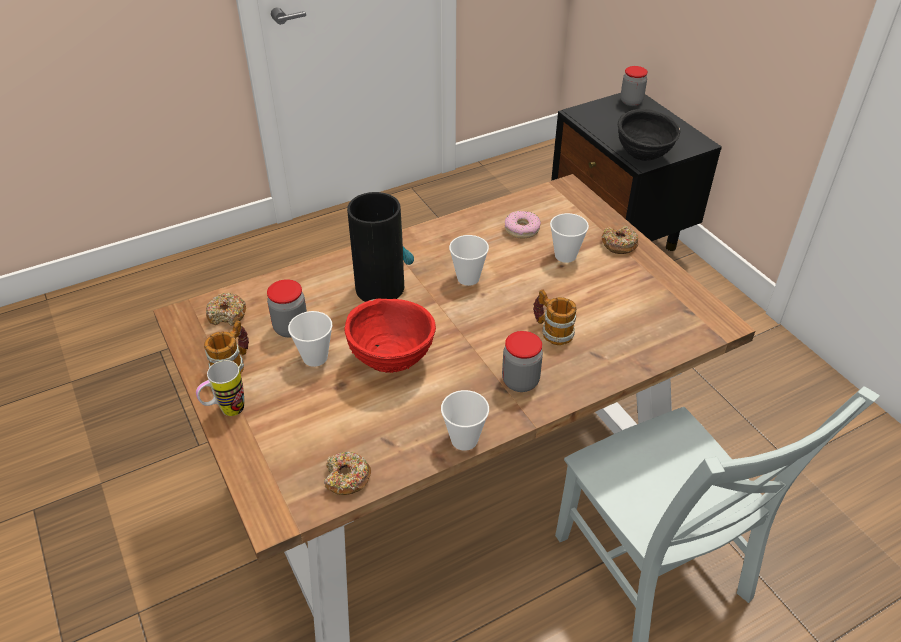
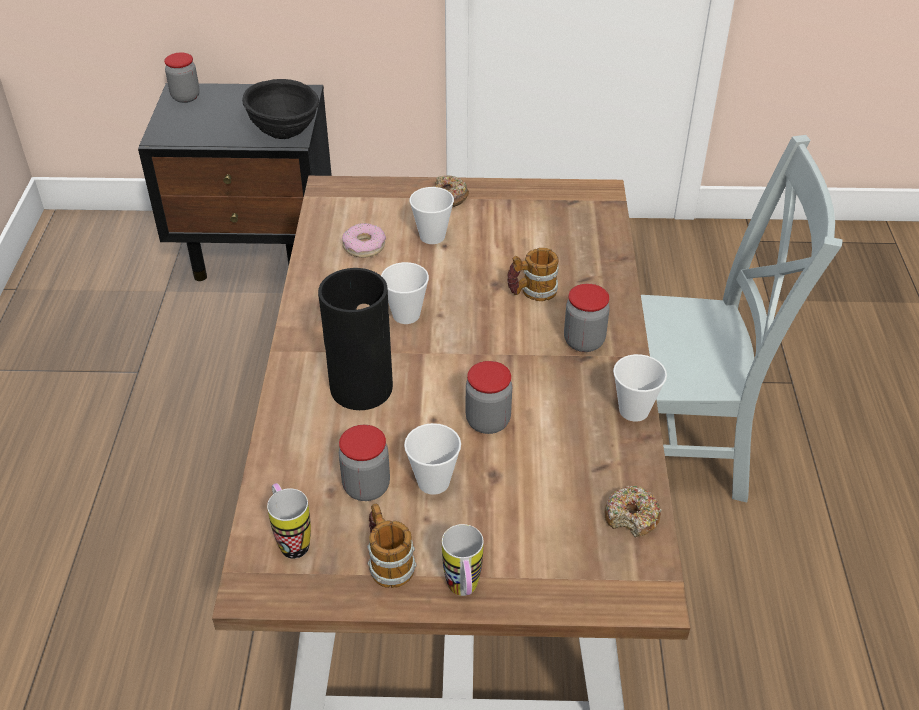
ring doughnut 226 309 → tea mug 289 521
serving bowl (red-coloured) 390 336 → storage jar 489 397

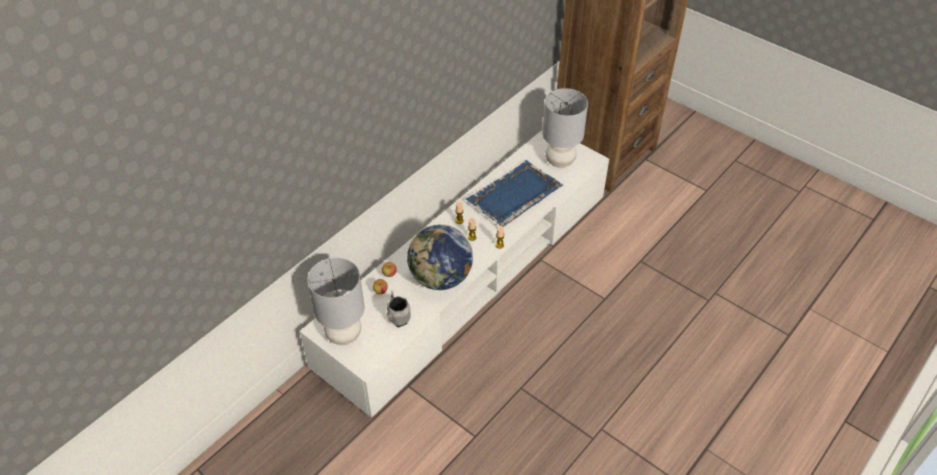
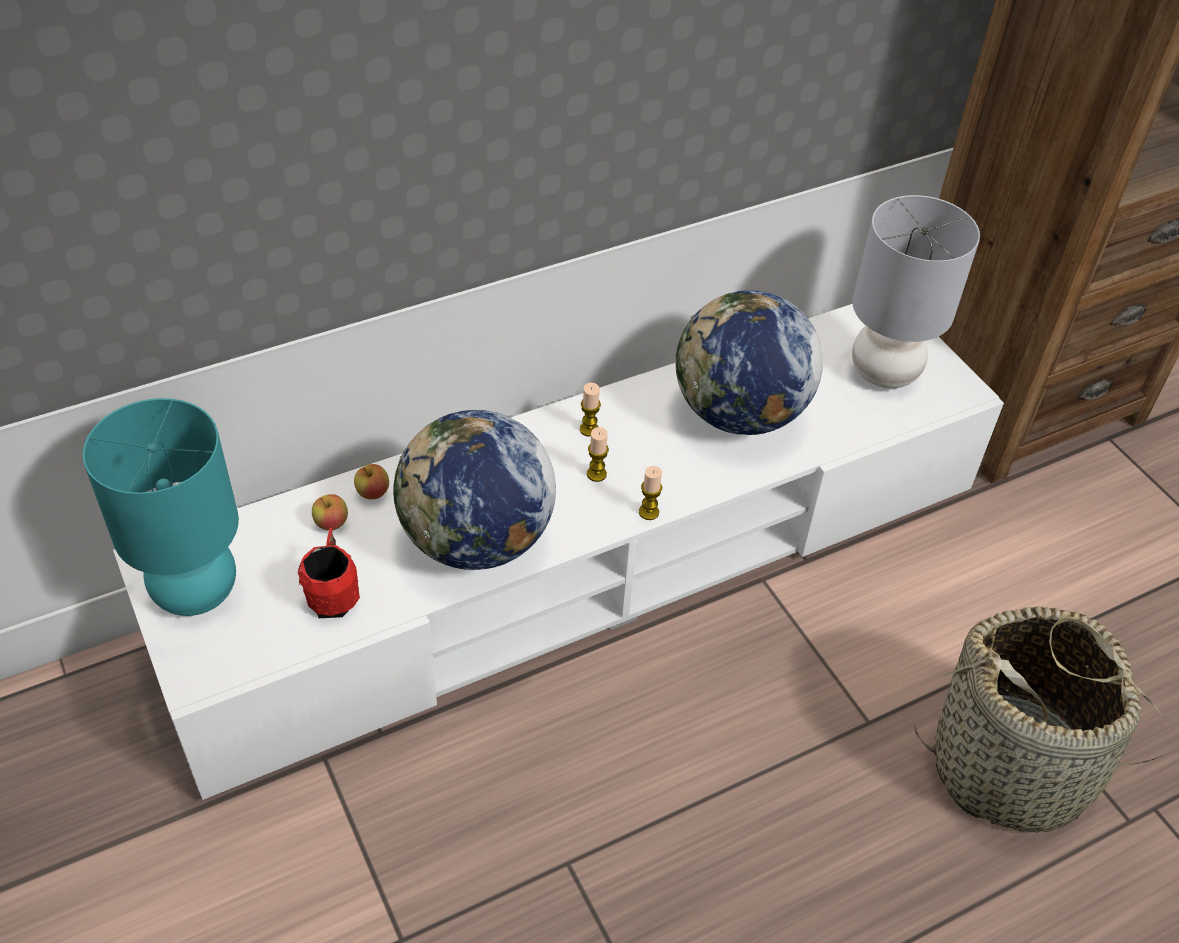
tabletop lamp (greyish) 336 301 → tabletop lamp (turquoise) 161 507
tea mug (greyish) 399 309 → tea mug (red-coloured) 329 573
carrying tray (blue) 514 193 → desk globe 749 362
- → basket 1043 719

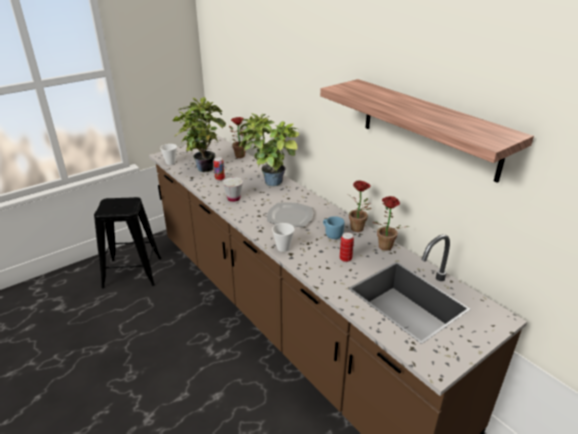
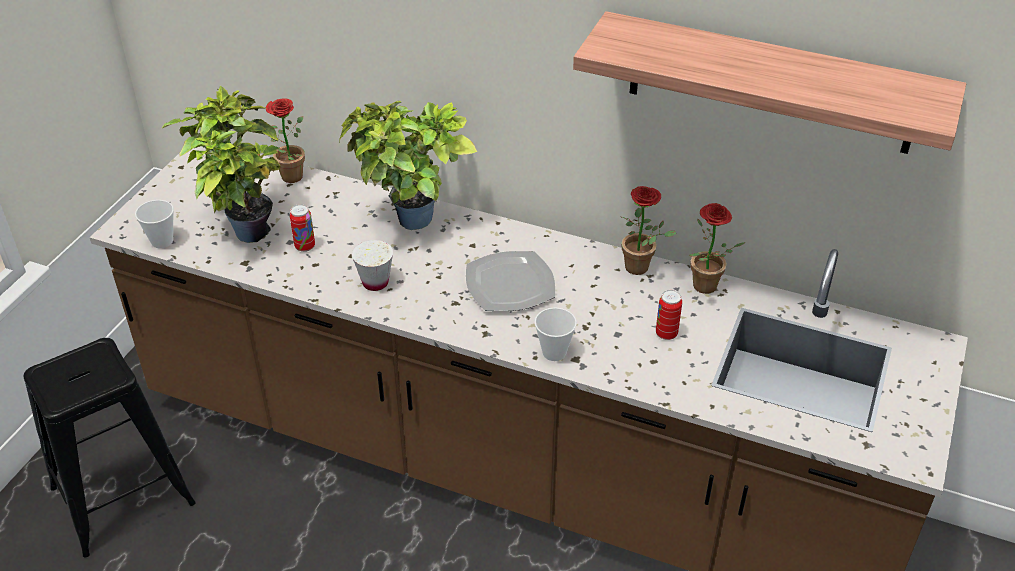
tea mug (blue) 334 227 → -

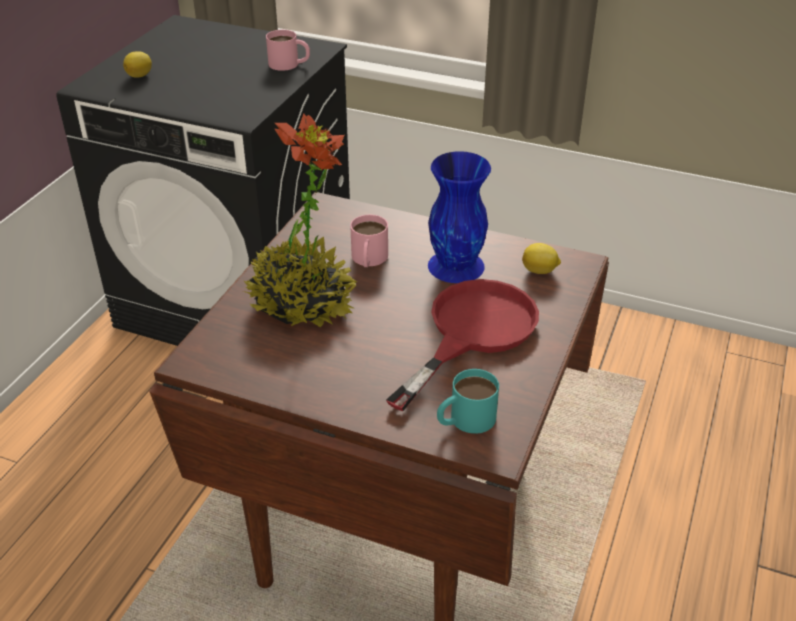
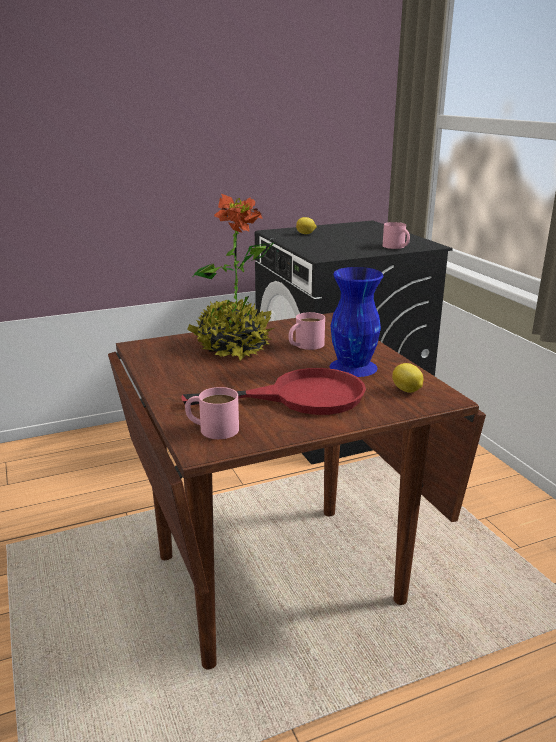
tea mug (turquoise) 468 401 → tea mug (pinkish) 212 413

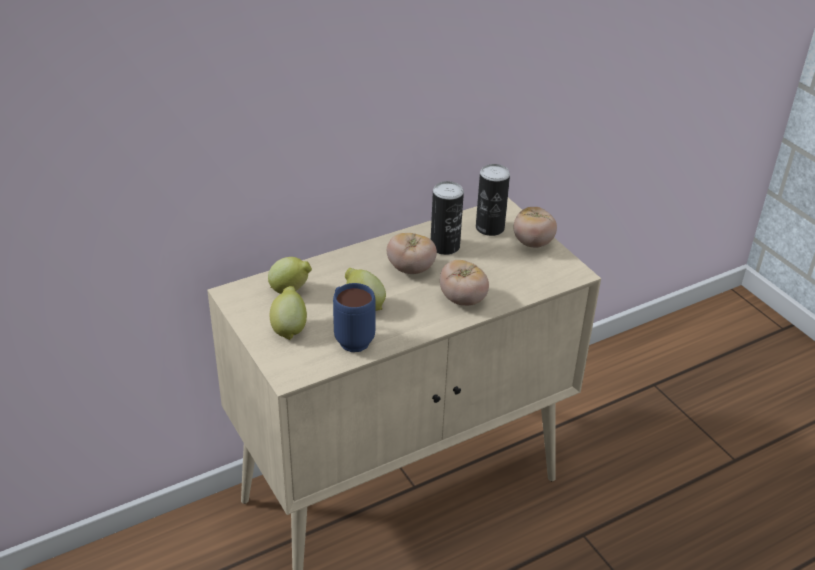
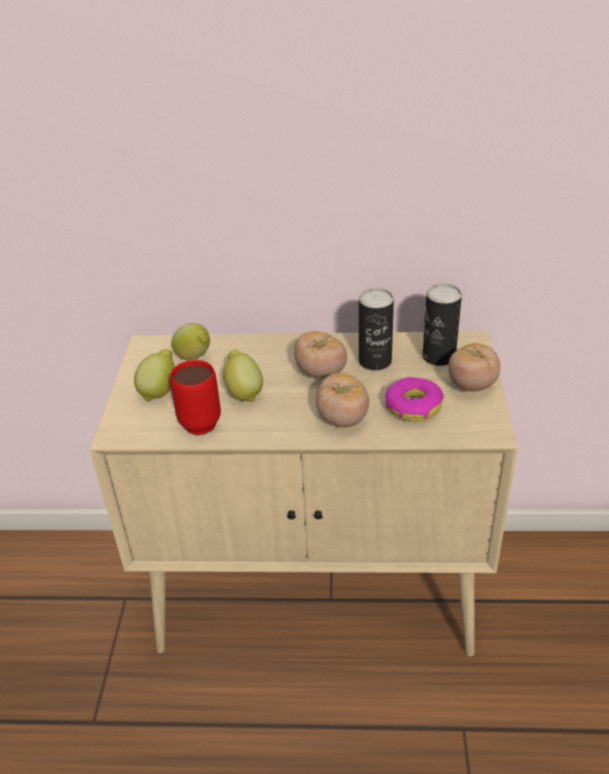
tea mug (blue) 354 317 → tea mug (red-coloured) 195 397
- → ring doughnut 414 399

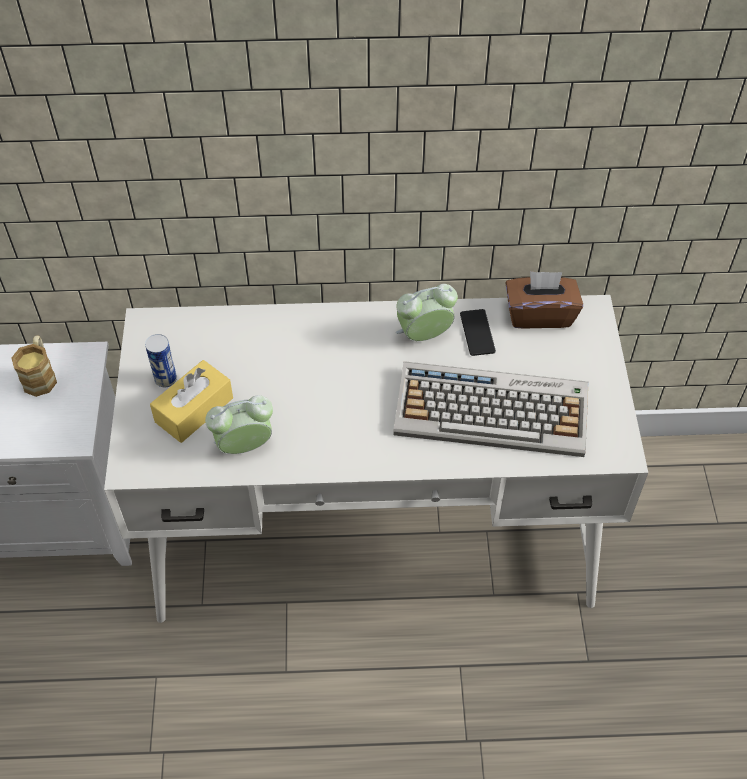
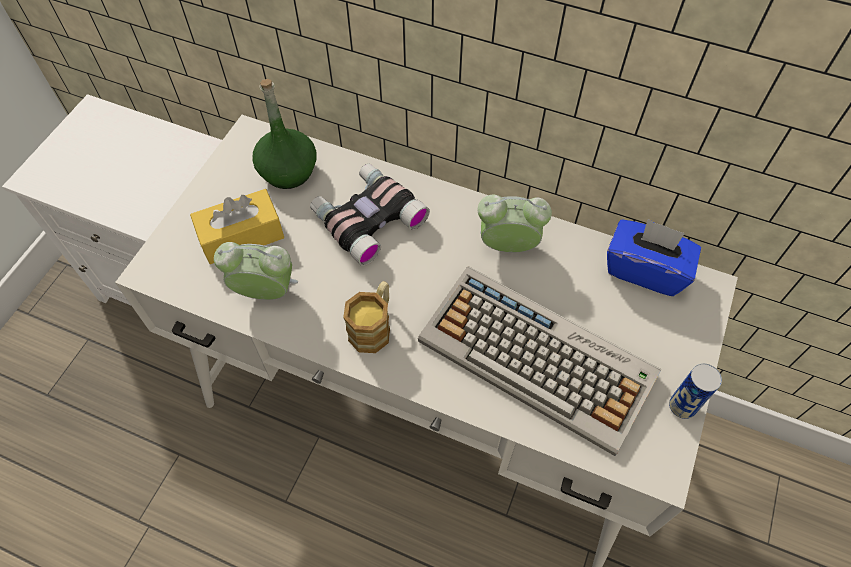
tea mug 34 366 → tea mug 366 317, shifted
sealed can 161 360 → sealed can 695 391, shifted
handset 478 332 → -
box of tissues (brownish) 544 300 → box of tissues (blue) 654 257
- → drink bottle (greenish) 284 134
- → field glasses 370 214

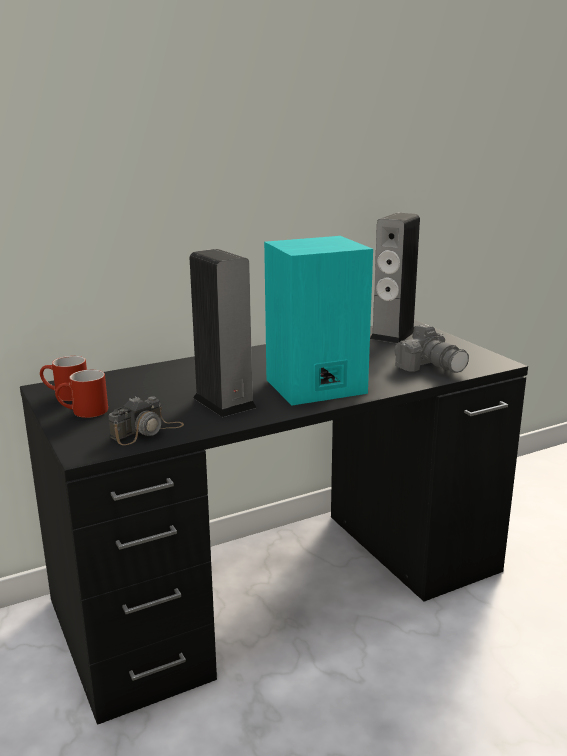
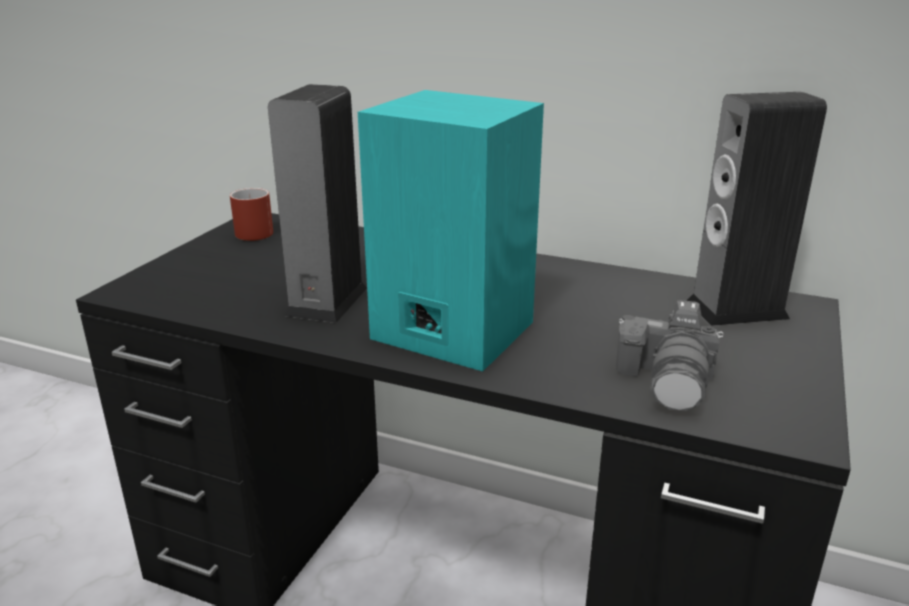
tea mug (red-coloured) 81 394 → -
photo camera 146 420 → -

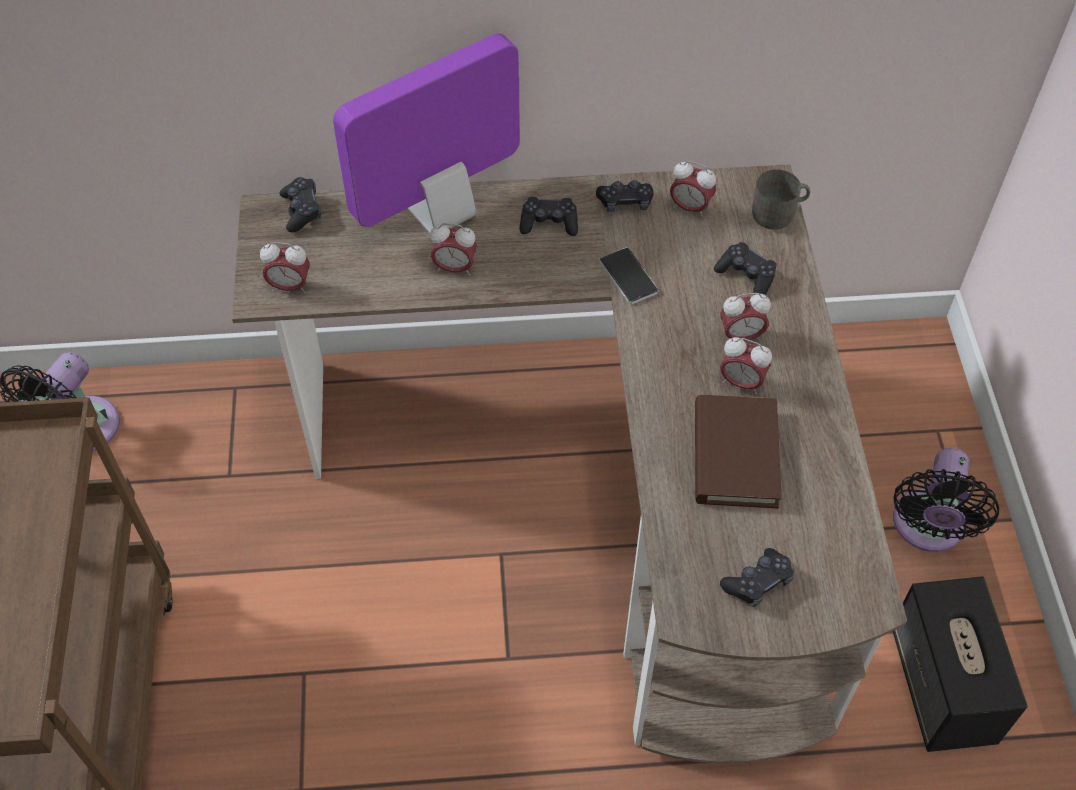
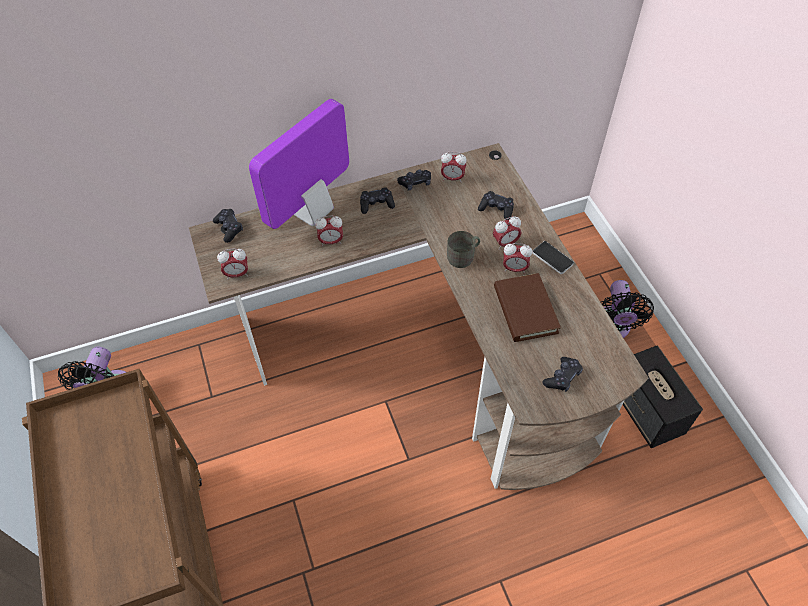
handset 629 275 → handset 553 257, shifted
tea mug (greyish) 781 199 → tea mug (greyish) 463 249, shifted

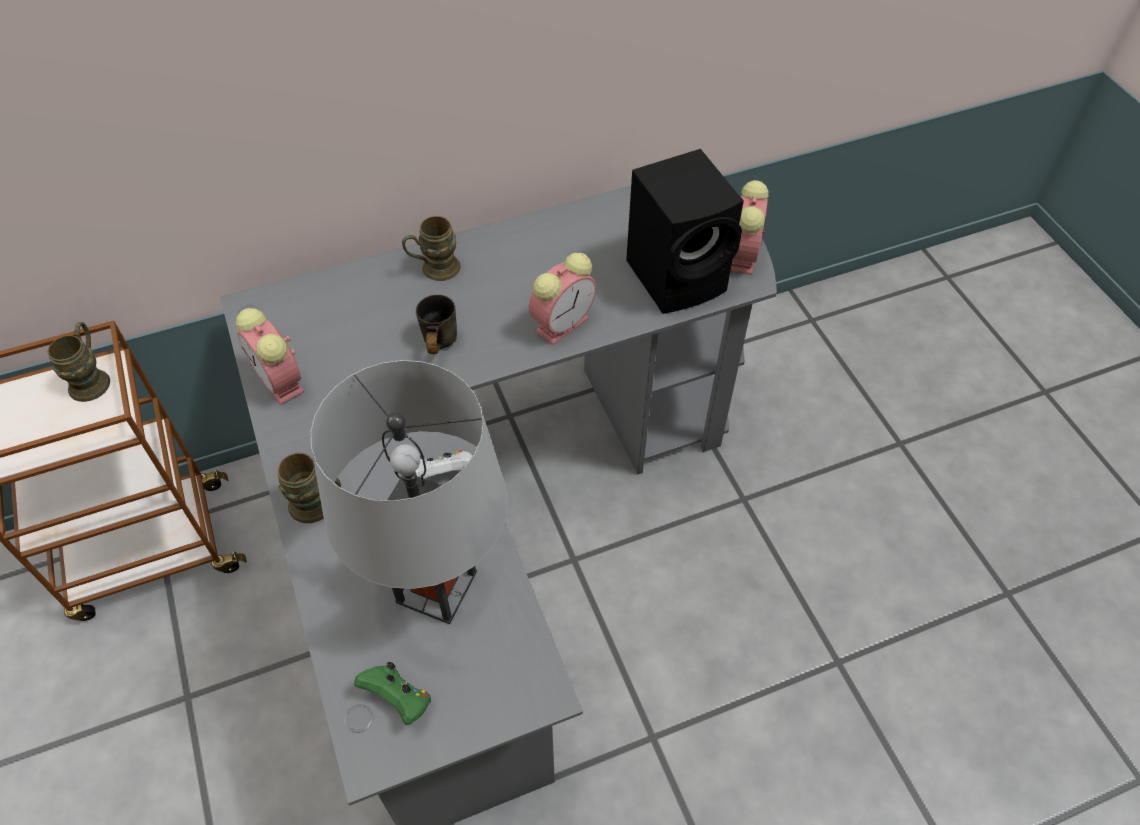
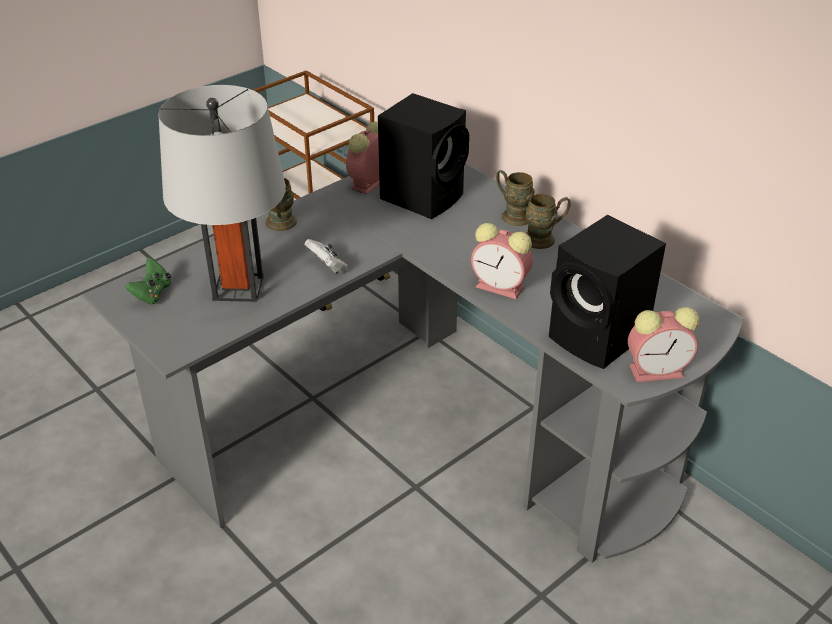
tea mug (brownish) 78 362 → tea mug (brownish) 548 221, shifted
tea mug (greyish) 436 324 → -
- → speaker (black-coloured) 423 156

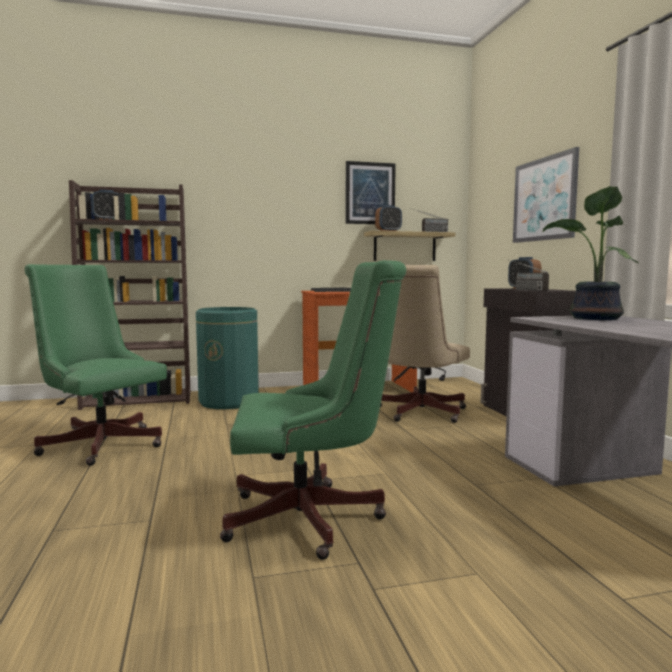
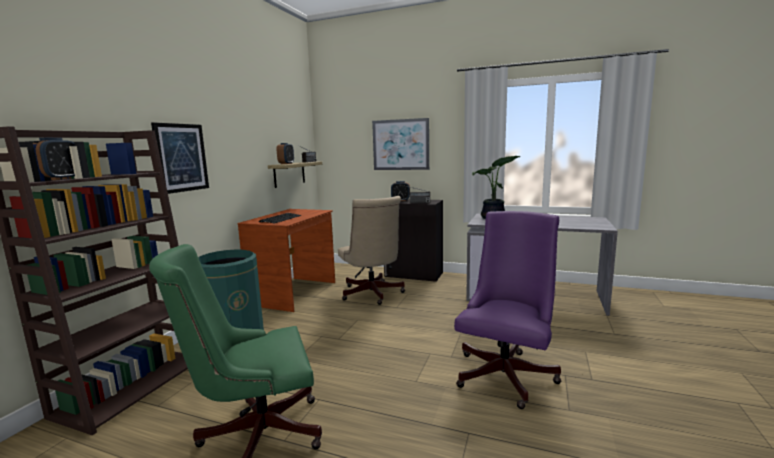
desk chair (greenish) 313 410 → desk chair (purplish) 508 310
wall art 371 192 → wall art 180 158, shifted

